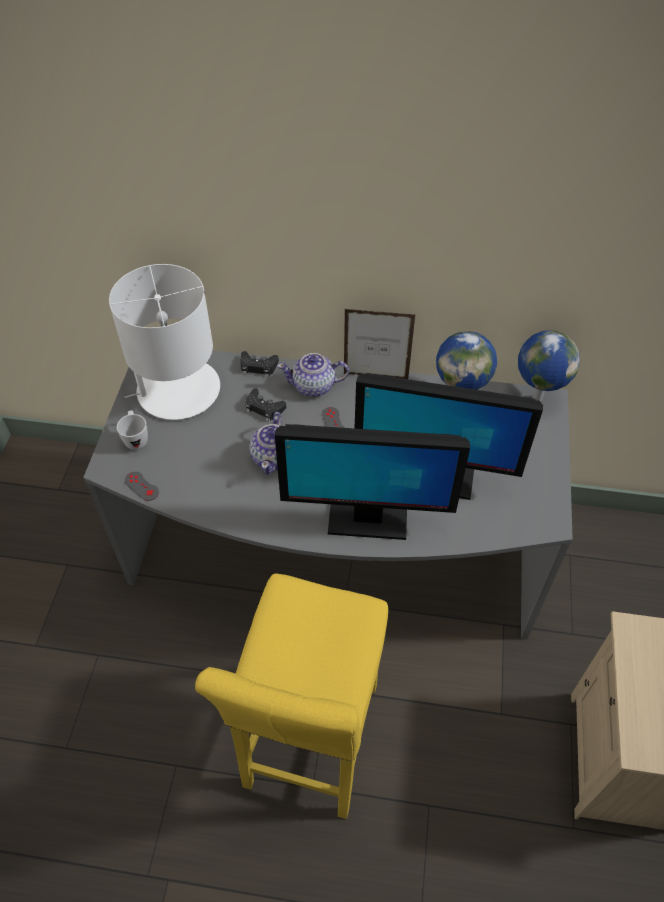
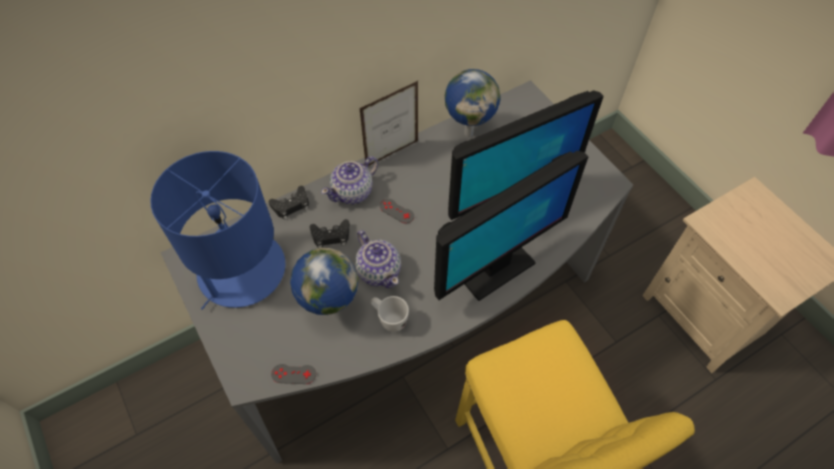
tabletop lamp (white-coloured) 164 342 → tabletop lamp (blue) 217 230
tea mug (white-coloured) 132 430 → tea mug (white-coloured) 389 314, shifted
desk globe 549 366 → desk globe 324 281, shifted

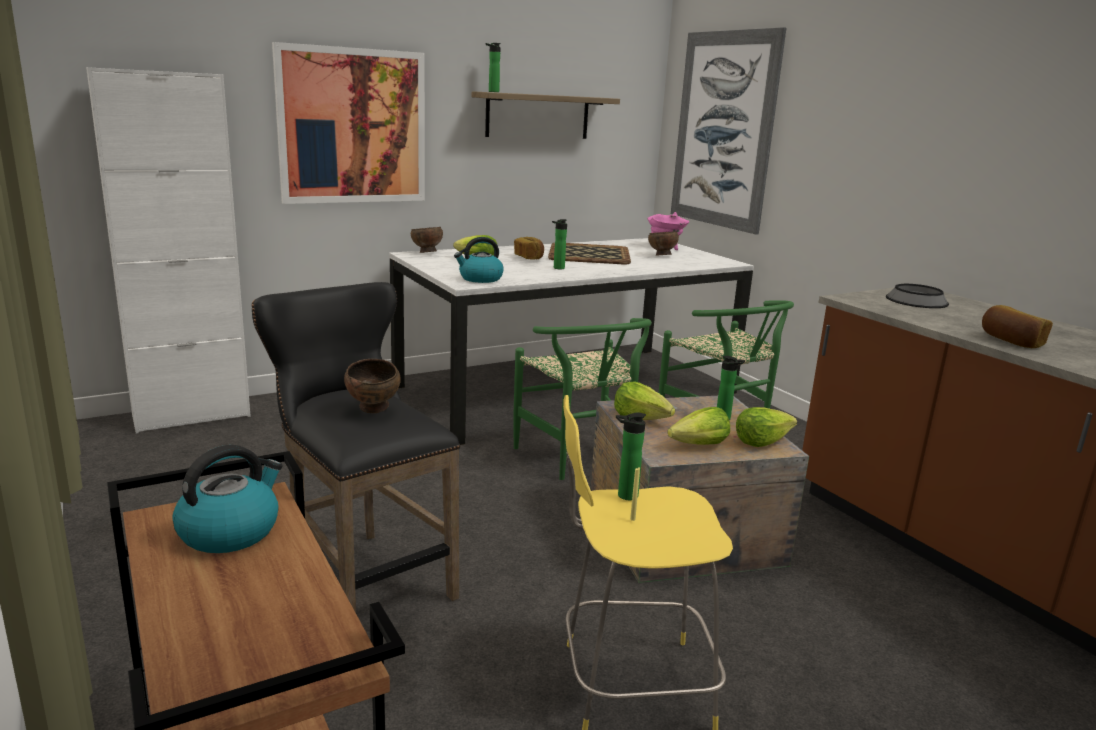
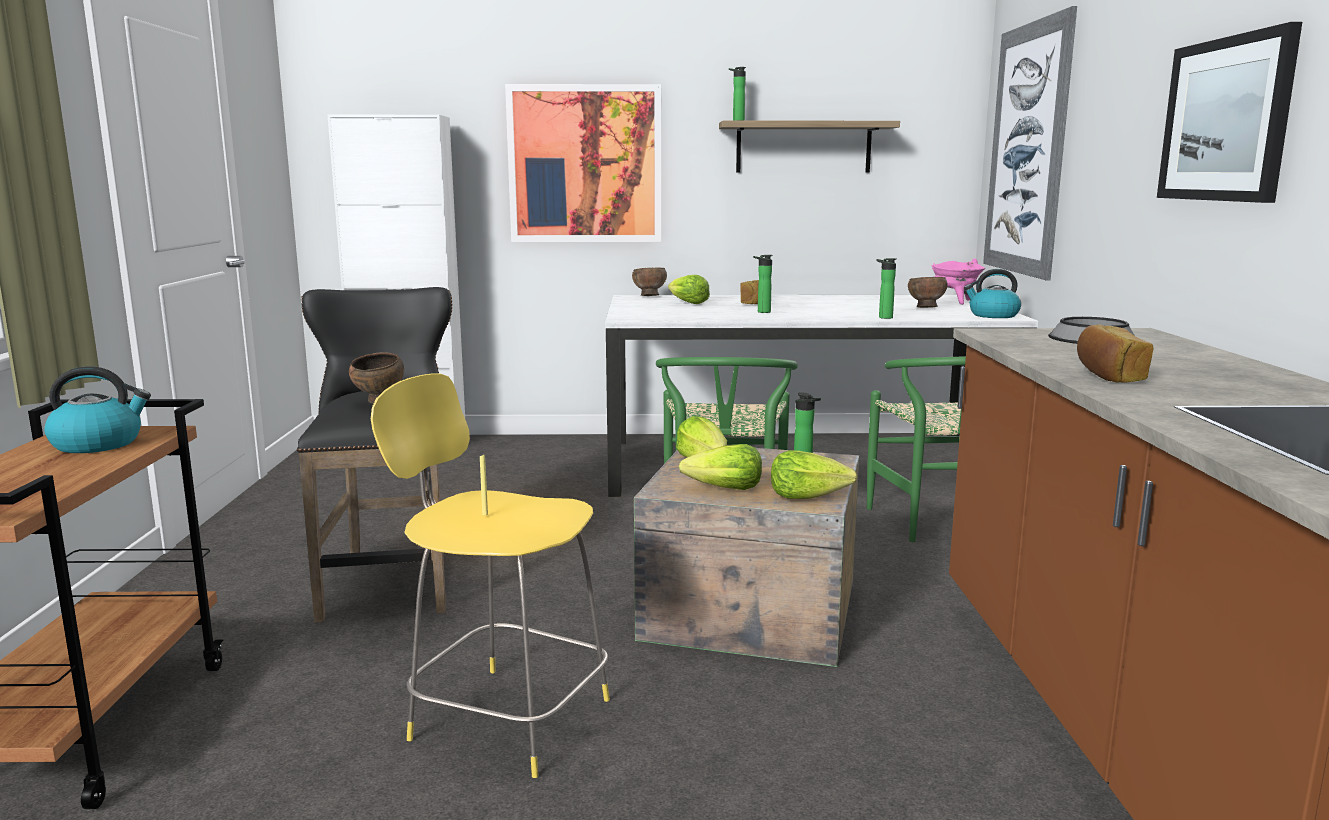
tea kettle 479 260 → tea kettle 992 293, shifted
carrying tray 589 254 → -
drink bottle 631 456 → drink bottle 886 288, shifted
- → wall art 1229 112

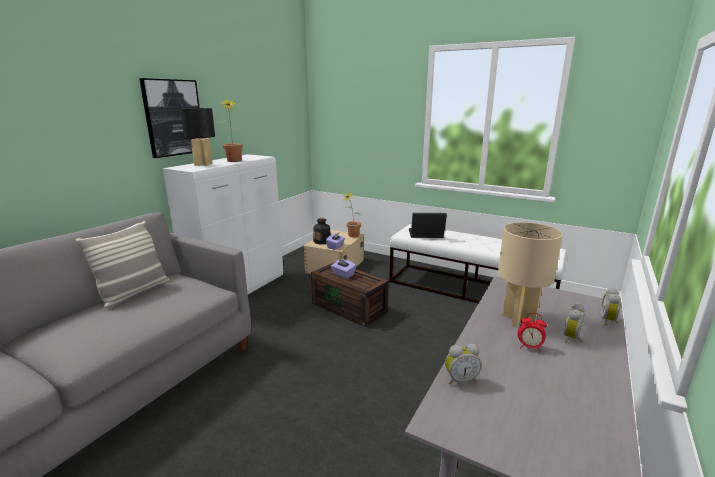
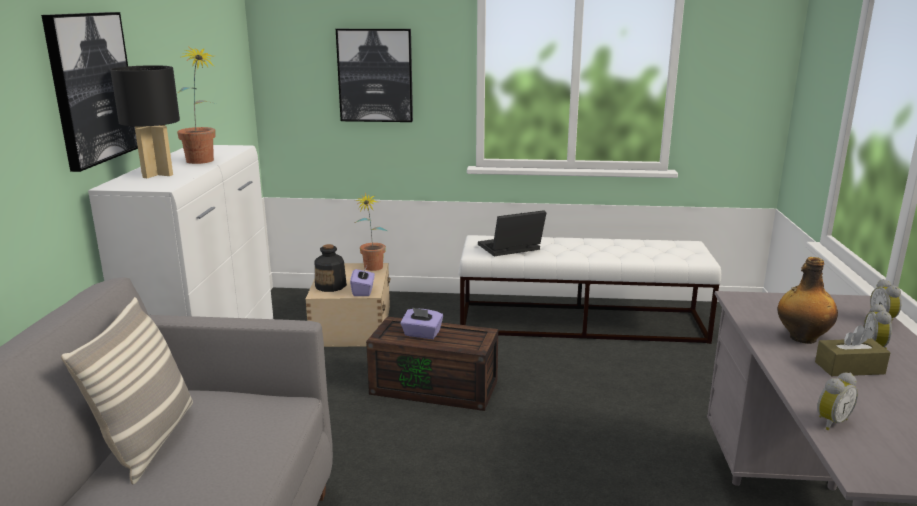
tabletop lamp (beige) 530 274 → drink bottle 808 300
table clock 532 333 → box of tissues (brownish) 853 350
- → wall art 374 75

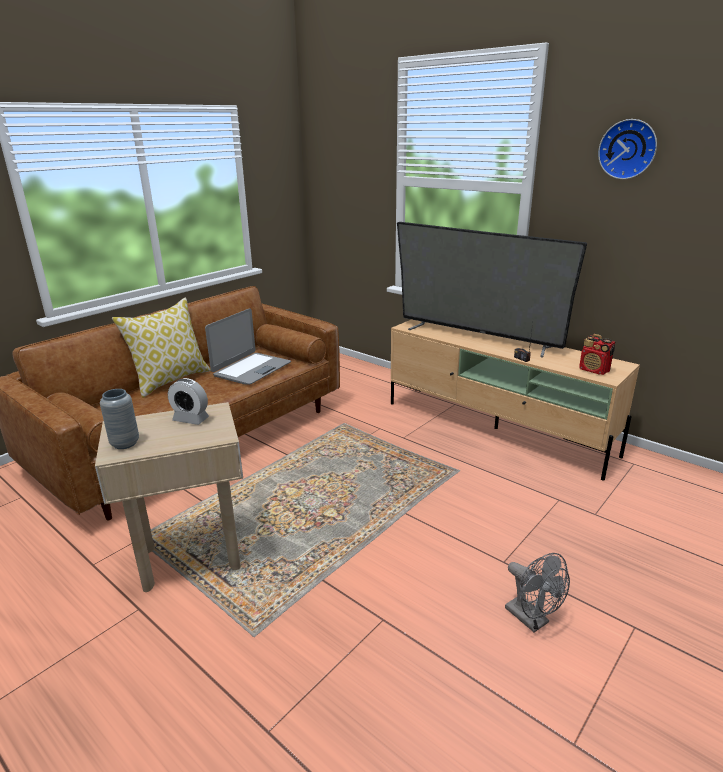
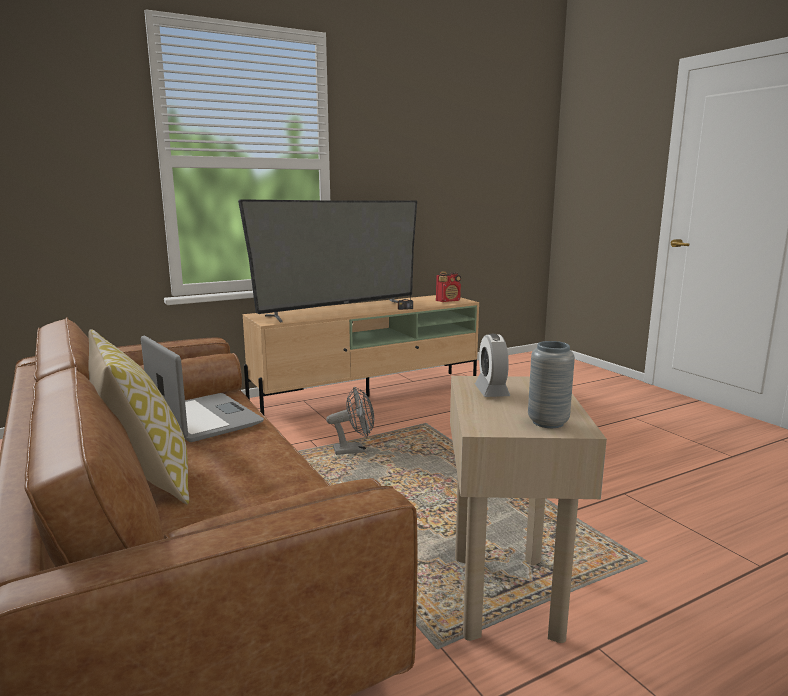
table clock 188 401 → table clock 493 365, 135 degrees clockwise
electric fan (greyish) 537 592 → electric fan (greyish) 350 421, shifted
hanging clock 627 149 → -

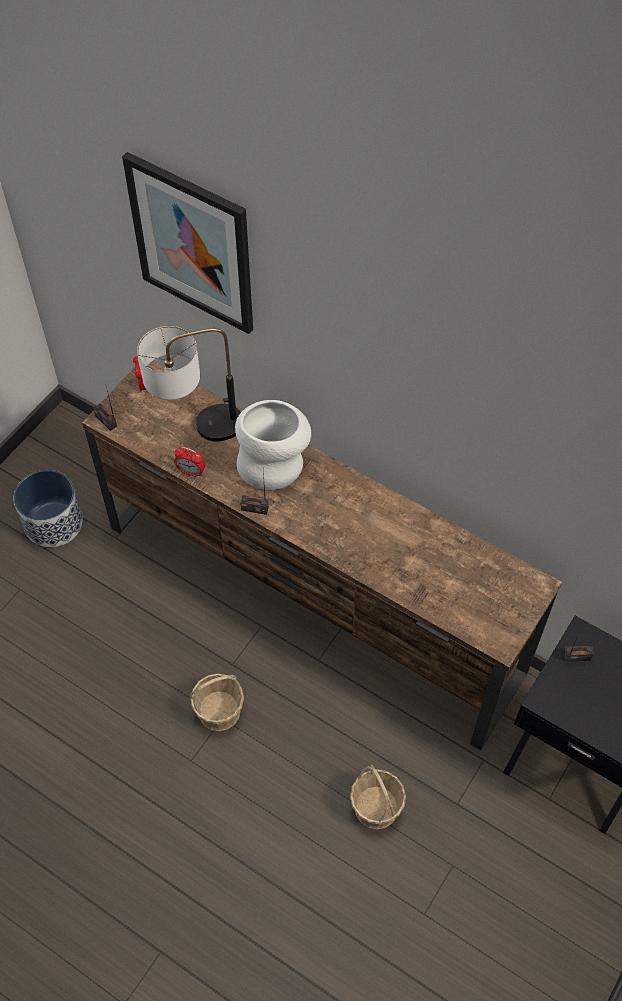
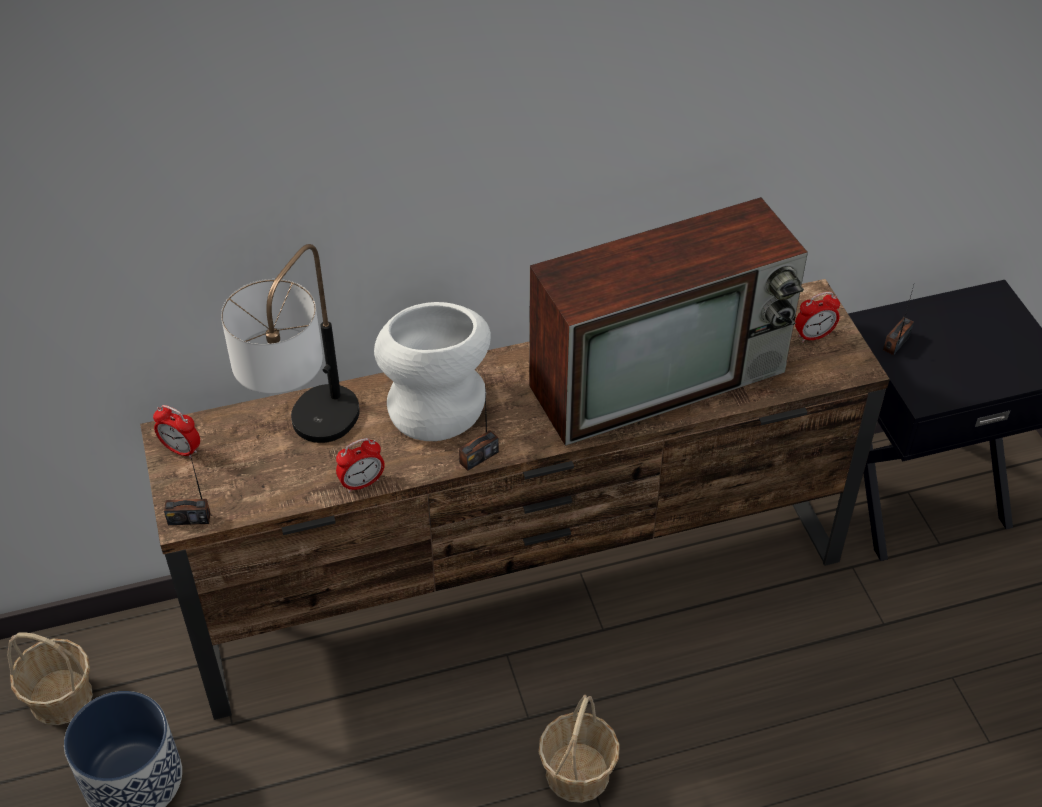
wall art 187 243 → -
basket 378 797 → basket 50 679, shifted
- → television 668 321
- → table clock 817 317

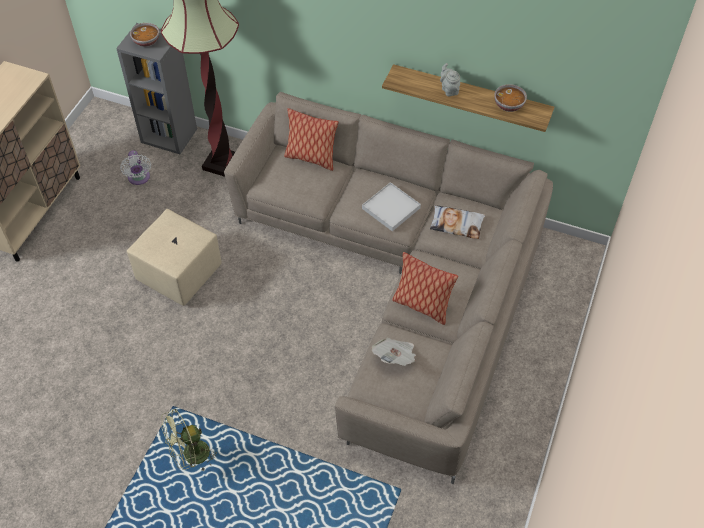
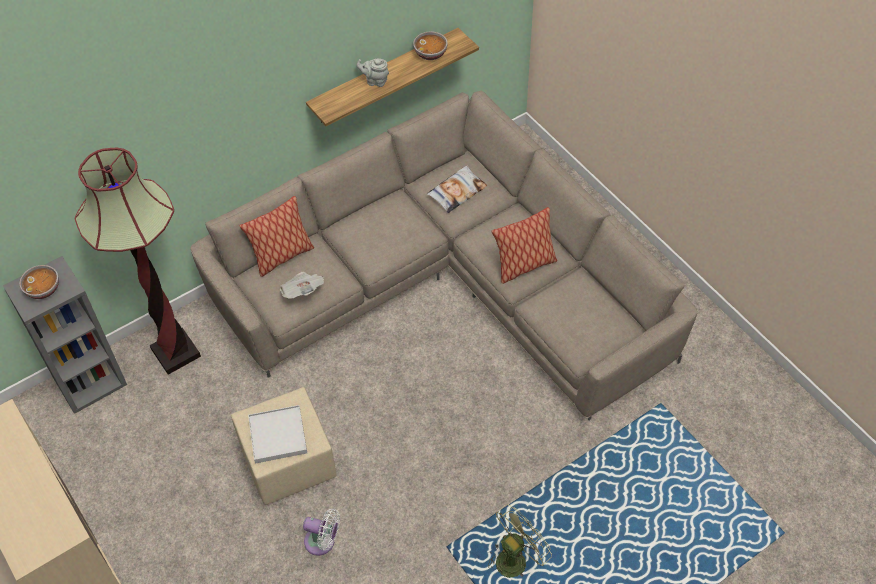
electric fan (white-coloured) 135 167 → electric fan (white-coloured) 321 532, shifted
electric fan (greenish) 188 440 → electric fan (greenish) 520 541, 135 degrees counterclockwise
carrying tray (white-coloured) 391 206 → carrying tray (white-coloured) 277 434, shifted
printed paper 394 352 → printed paper 302 285, shifted

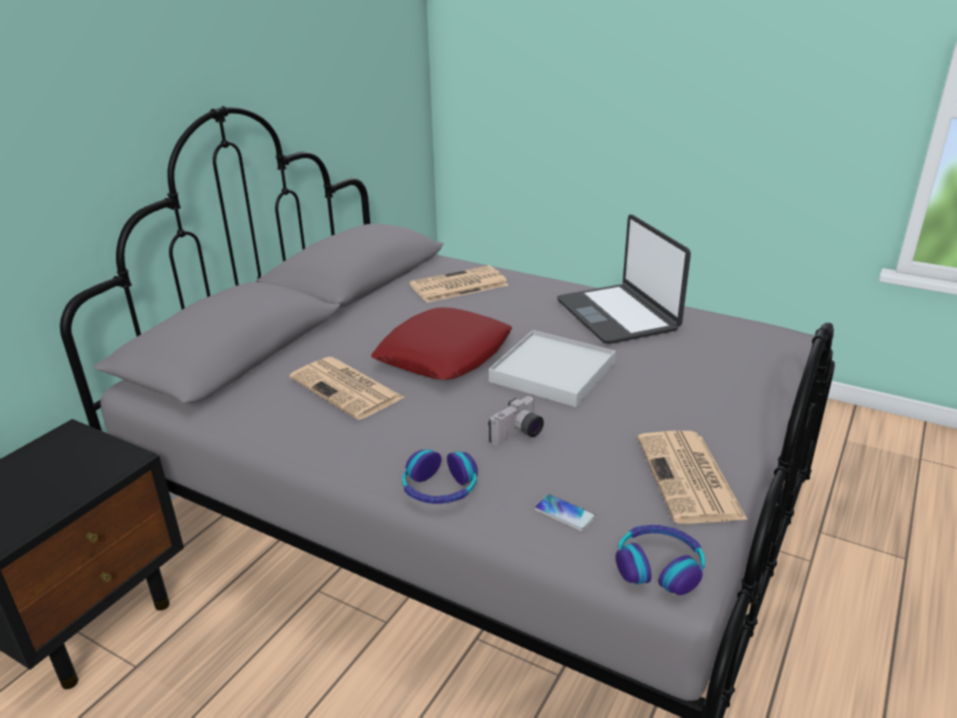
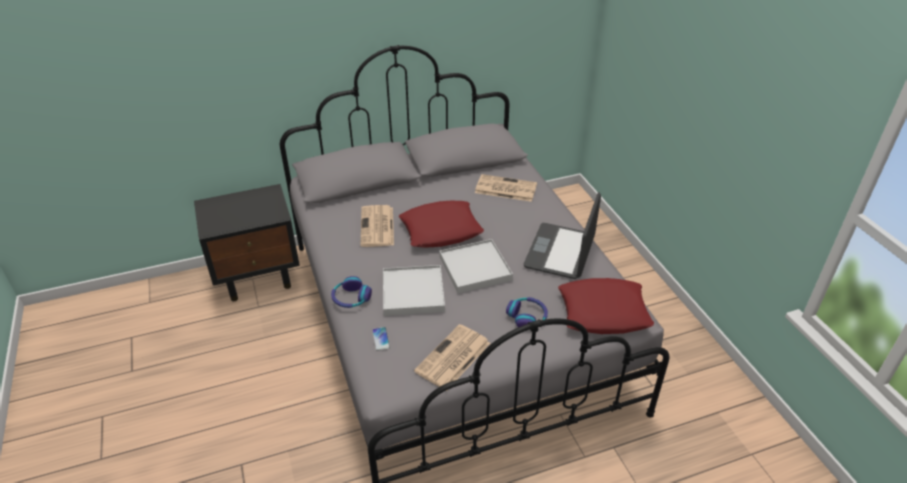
photo camera 516 420 → carrying tray (white-coloured) 414 290
headset 660 560 → headset 527 312, shifted
- → throw pillow (red-coloured) 606 306

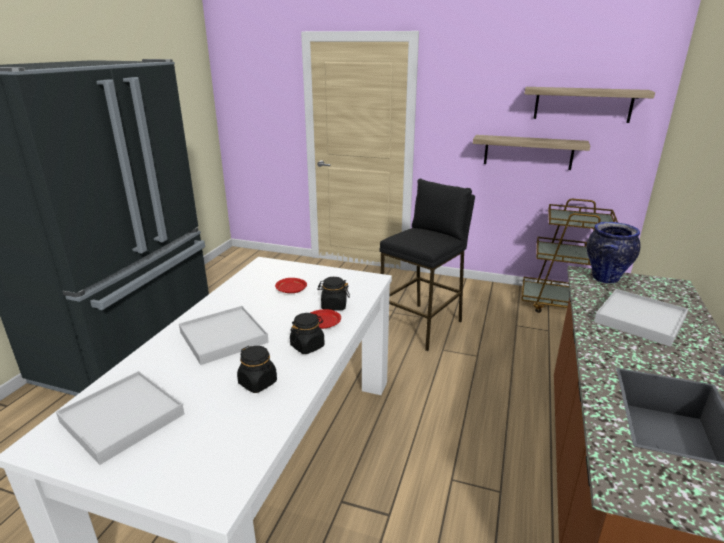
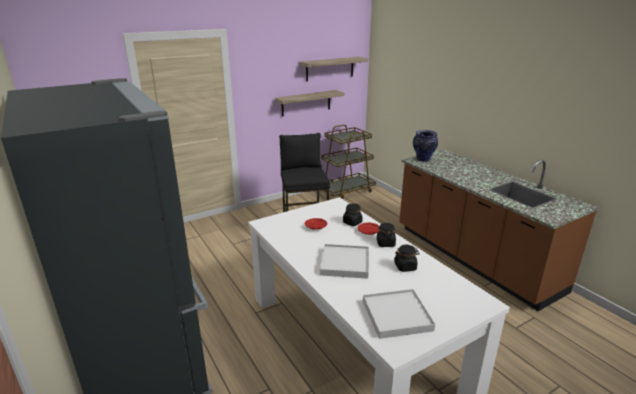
carrying tray (white-coloured) 641 318 → -

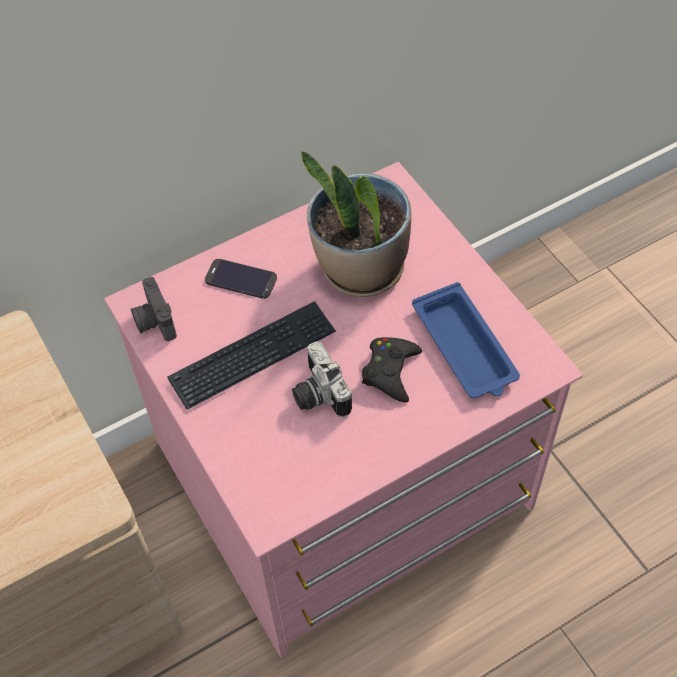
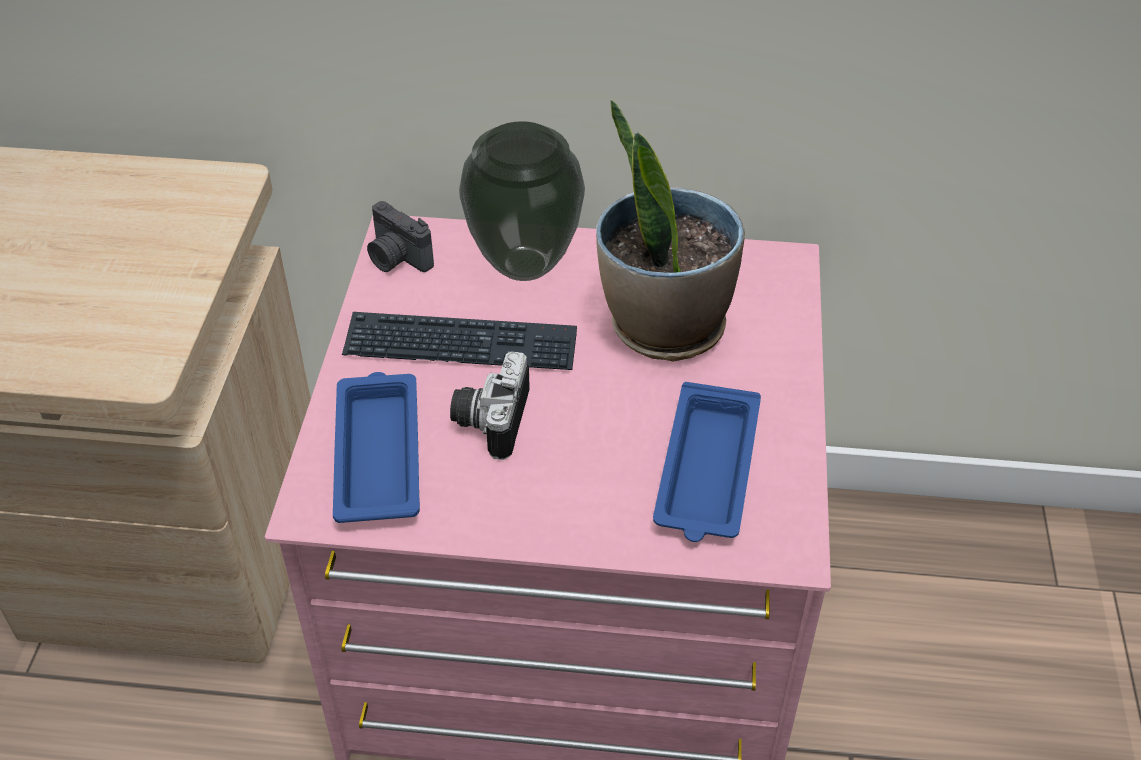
photo camera 154 309 → photo camera 400 236, 60 degrees counterclockwise
handset 241 279 → decorative vase 522 201
joypad (black-coloured) 392 370 → -
- → carrying tray (blue) 376 447

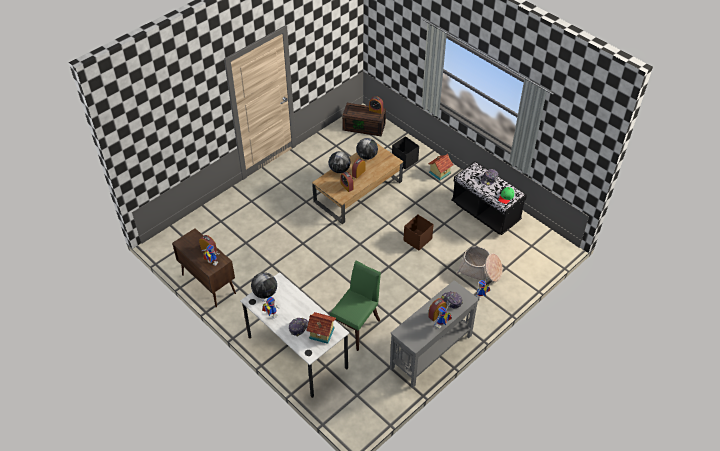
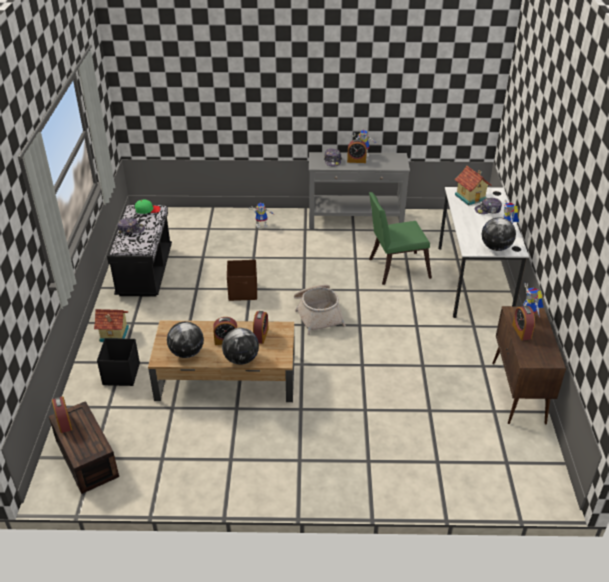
basket 480 264 → basket 320 310, shifted

